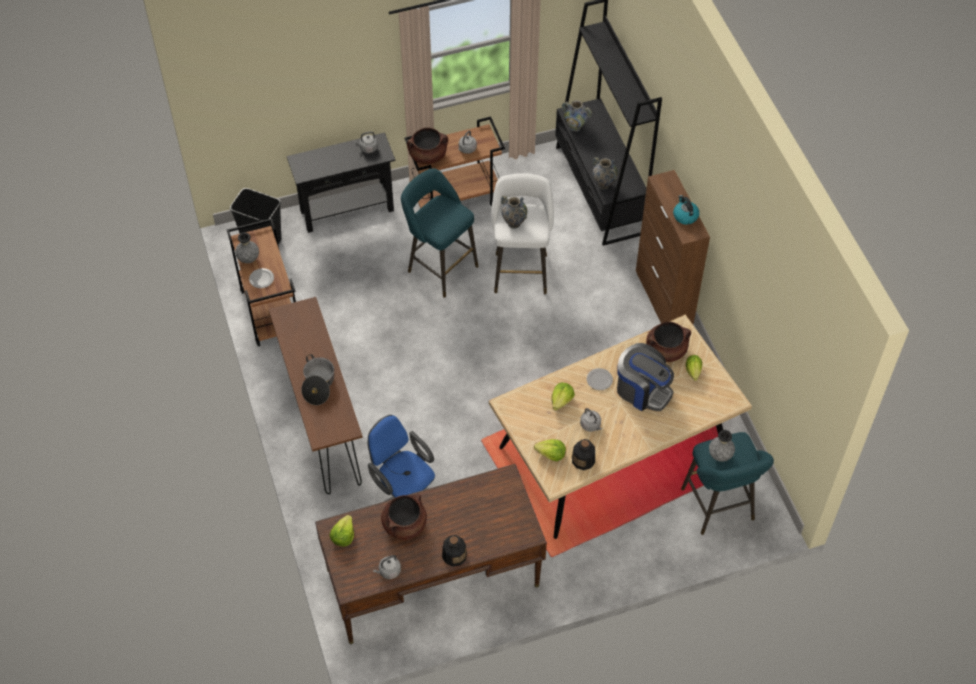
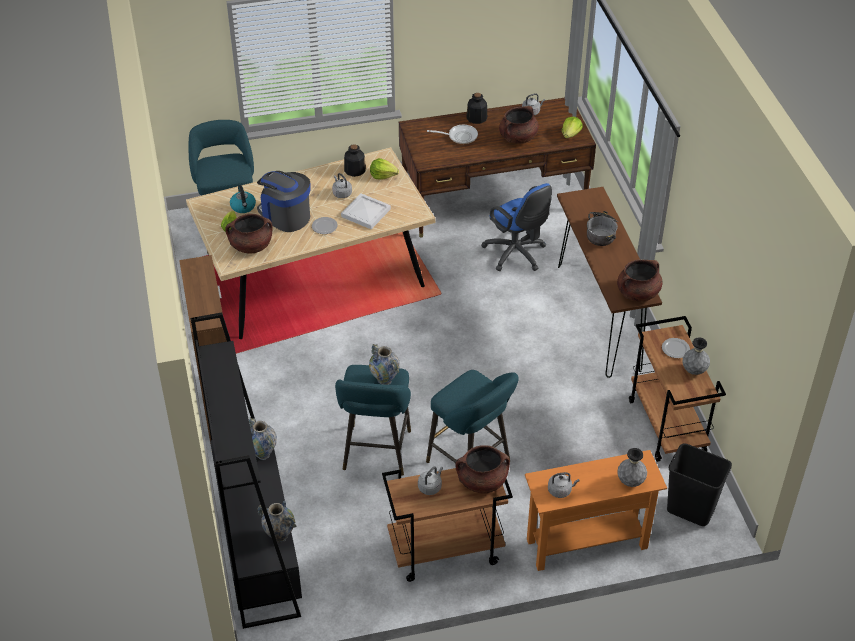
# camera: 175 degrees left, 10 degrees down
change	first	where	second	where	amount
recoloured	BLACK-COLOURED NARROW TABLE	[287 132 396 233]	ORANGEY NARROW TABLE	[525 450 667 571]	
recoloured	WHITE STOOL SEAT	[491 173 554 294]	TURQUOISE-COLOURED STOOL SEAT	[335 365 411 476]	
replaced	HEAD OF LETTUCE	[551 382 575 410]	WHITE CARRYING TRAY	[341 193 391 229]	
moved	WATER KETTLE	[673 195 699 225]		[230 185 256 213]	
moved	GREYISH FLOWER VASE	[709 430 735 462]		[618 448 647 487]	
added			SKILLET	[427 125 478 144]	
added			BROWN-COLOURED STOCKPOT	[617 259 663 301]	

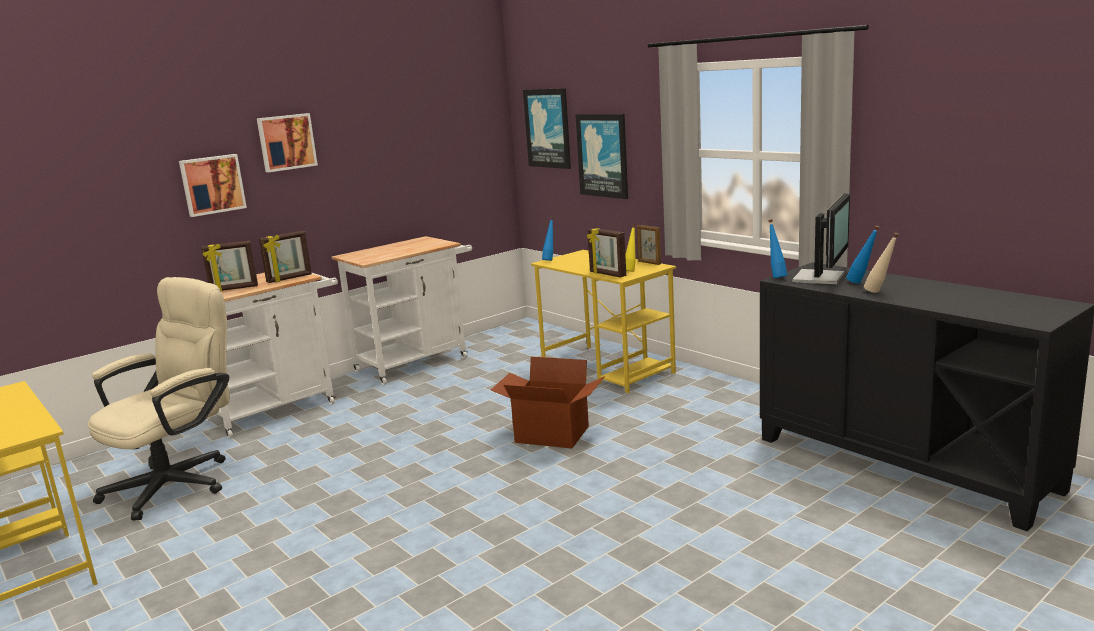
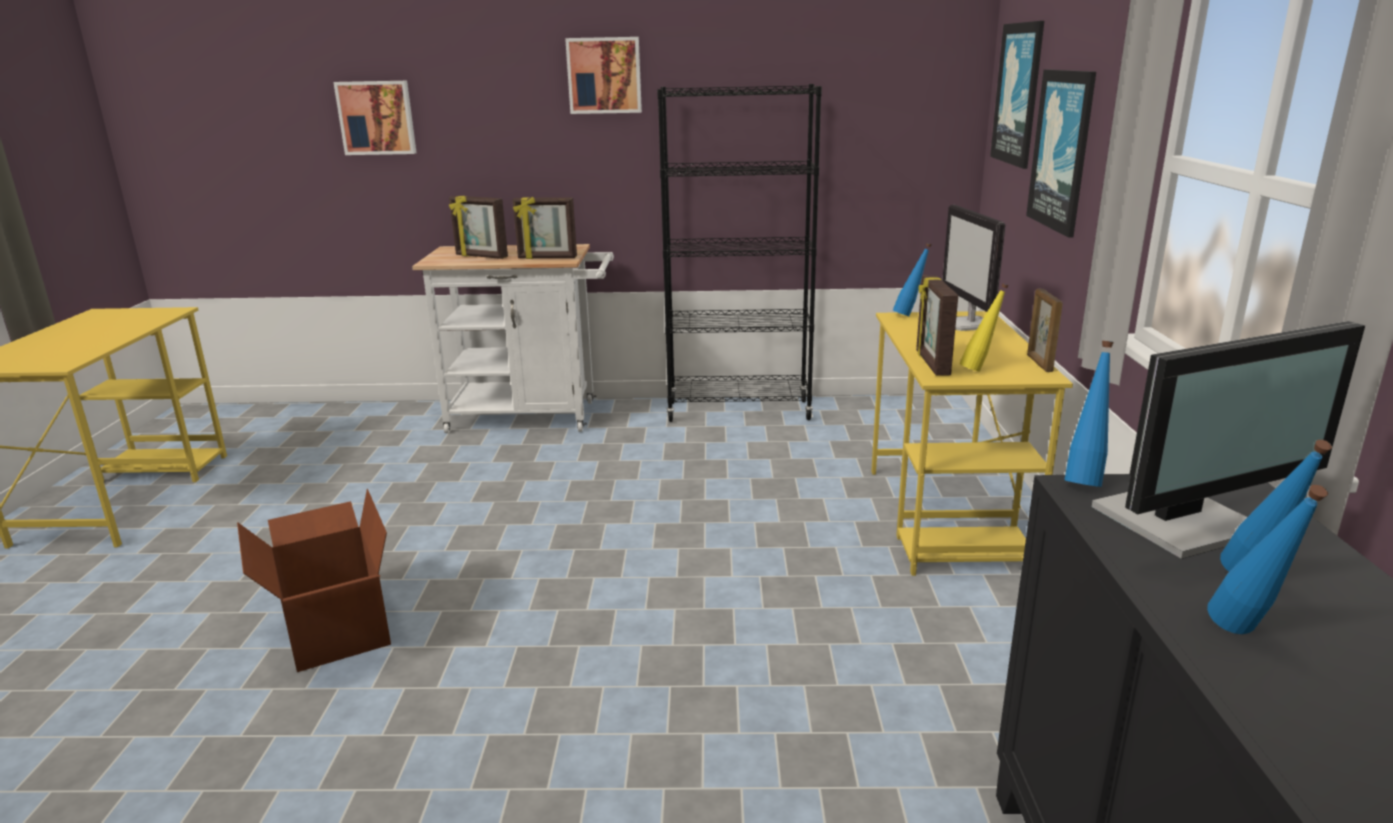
# camera: 40 degrees right, 5 degrees up
change	first	where	second	where	amount
removed	BEIGE COMPUTER CHAIR	[88 277 230 521]			
moved	PICTURE	[179 154 247 217]		[333 81 417 155]	
replaced	WHITE CART	[332 236 472 385]	BLACK-COLOURED BOOKCASE	[657 84 822 422]	
moved	PACKING BOX	[491 357 604 448]		[237 489 391 672]	
recoloured	BEIGE DRINK BOTTLE	[864 233 899 293]	BLUISH DRINK BOTTLE	[1207 485 1328 634]	
added			COMPUTER SCREEN	[942 205 1006 331]	

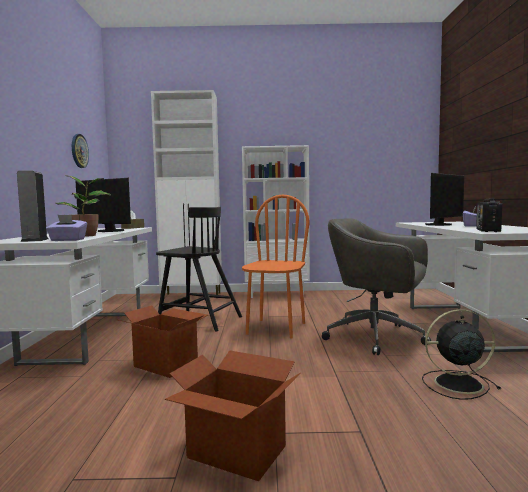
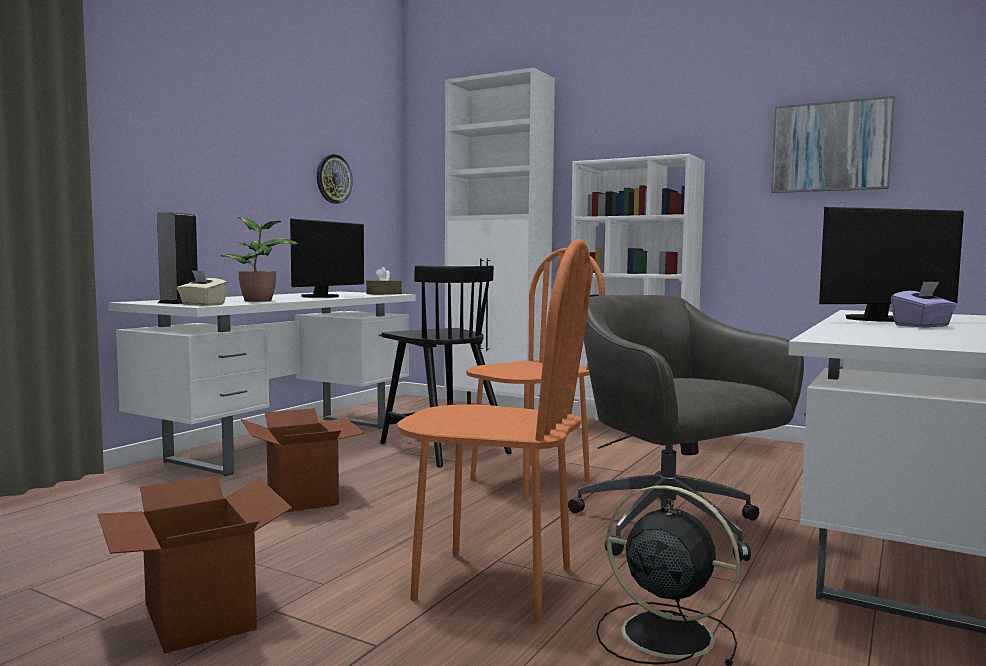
# camera: 30 degrees right, 0 degrees up
change	first	where	second	where	amount
recoloured	PURPLE-COLOURED TISSUE HOLDER	[46 215 87 241]	BEIGE TISSUE HOLDER	[177 270 228 306]	
turned	COMPUTER SCREEN	[75 178 131 232]		[290 218 364 298]	120 degrees counterclockwise
removed	RADIO	[476 198 502 232]			
added			ORANGEY CHAIR	[397 239 591 624]	
added			PICTURE	[771 96 895 193]	

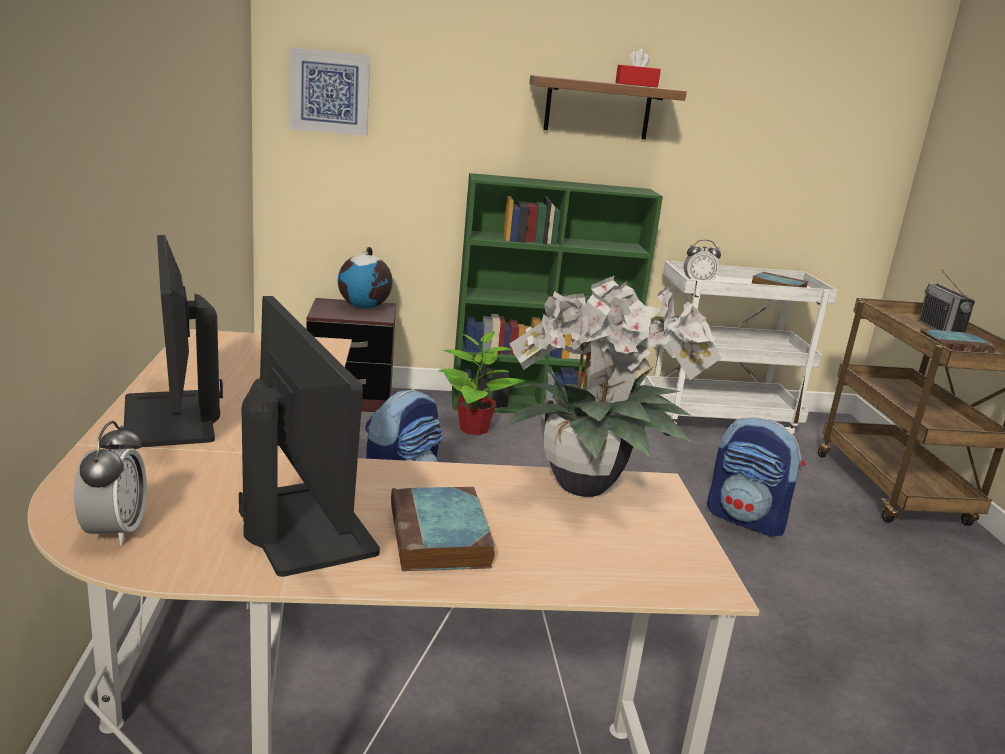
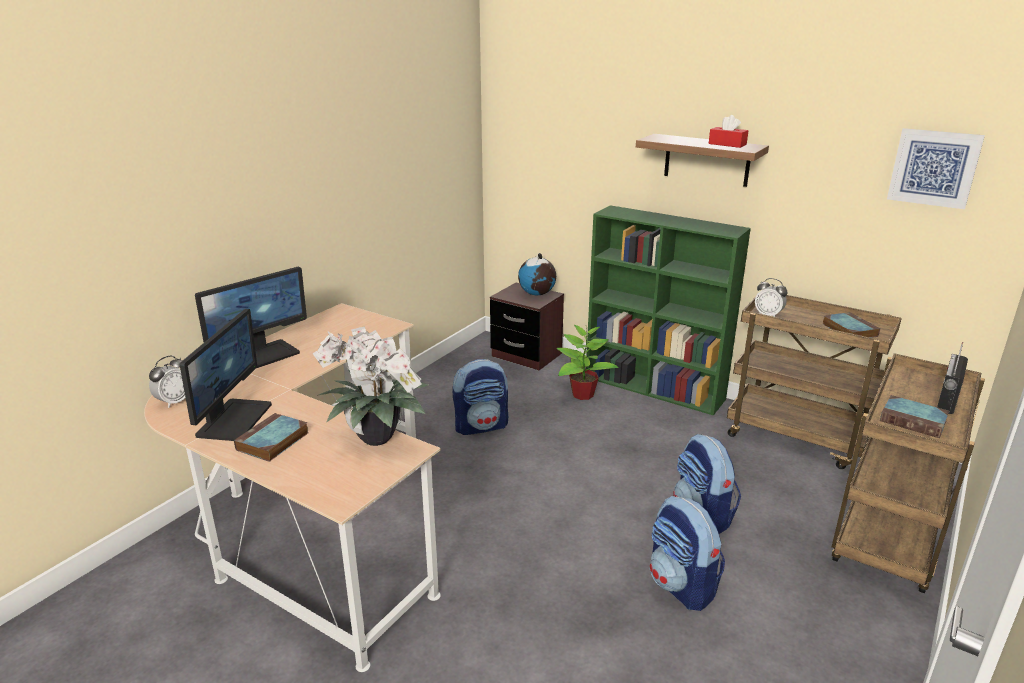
# camera: 40 degrees right, 5 degrees up
change	first	where	second	where	amount
turned	COMPUTER SCREEN	[124 235 223 447]		[195 267 307 368]	150 degrees counterclockwise
moved	PICTURE	[290 47 370 136]		[887 128 985 209]	
recoloured	WHITE CART	[645 261 838 436]	BROWN-COLOURED CART	[727 295 902 469]	
added			RUCKSACK	[650 496 725 611]	

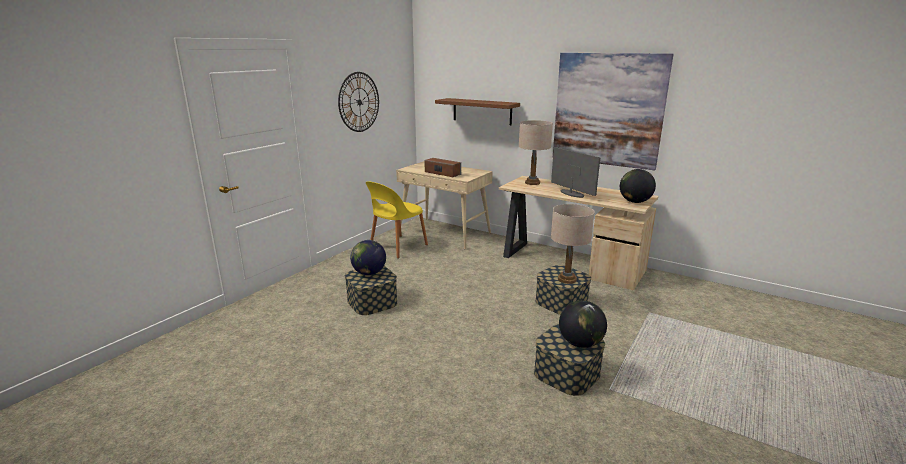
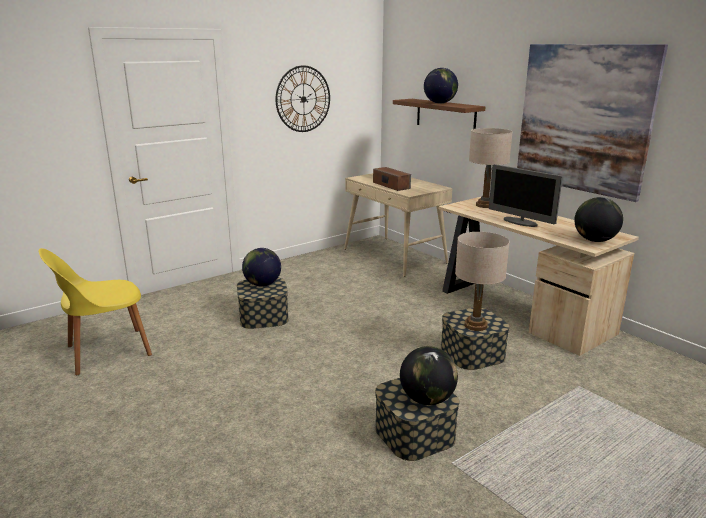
# camera: 20 degrees right, 0 degrees up
change	first	where	second	where	amount
moved	YELLOW CHAIR	[366 181 428 259]		[38 248 152 375]	
turned	COMPUTER SCREEN	[551 147 600 198]		[489 164 563 227]	150 degrees clockwise
added			GLOBE	[424 68 458 104]	

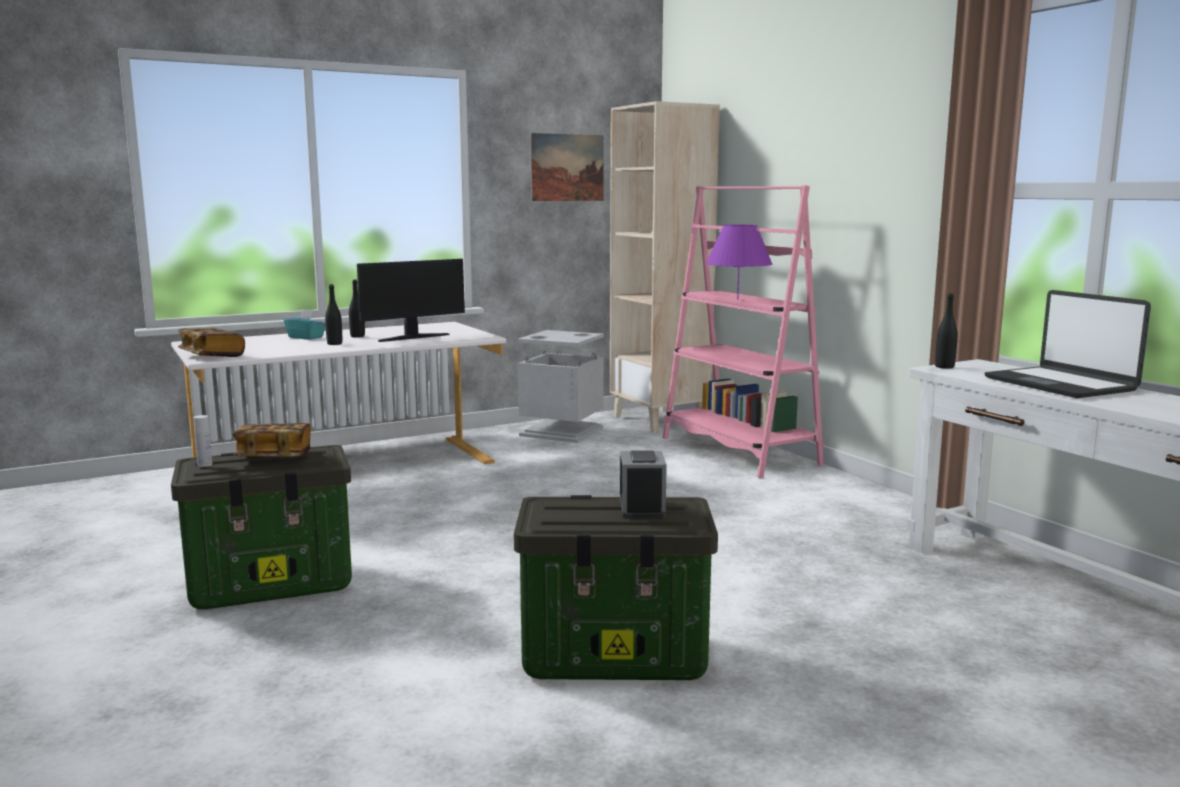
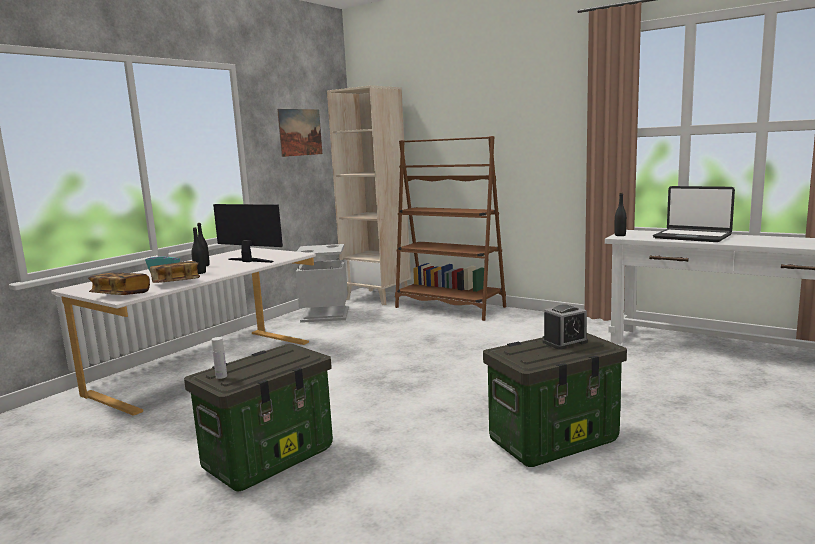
# camera: 25 degrees left, 0 degrees up
change	first	where	second	where	amount
moved	BOUND BOOK	[232 423 311 457]		[150 261 200 283]	
turned	COMPUTER SCREEN	[357 259 465 342]		[213 204 283 263]	90 degrees counterclockwise
turned	BEDSIDE CLOCK	[620 450 667 519]		[543 304 588 350]	90 degrees clockwise
recoloured	PINK BOOKCASE	[662 185 824 478]	BROWN-COLOURED BOOKCASE	[395 136 506 321]	
removed	PURPLE-COLOURED TABLETOP LAMP	[706 225 773 300]			

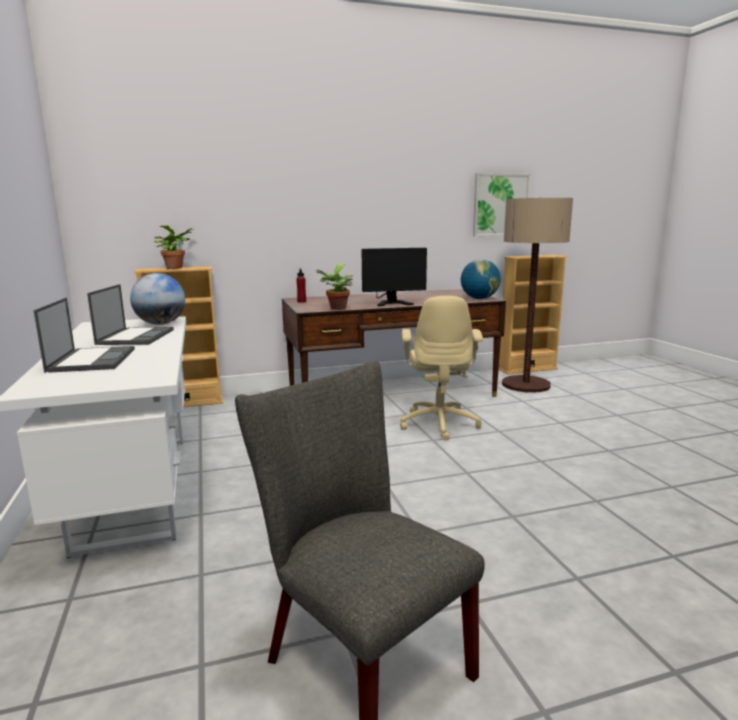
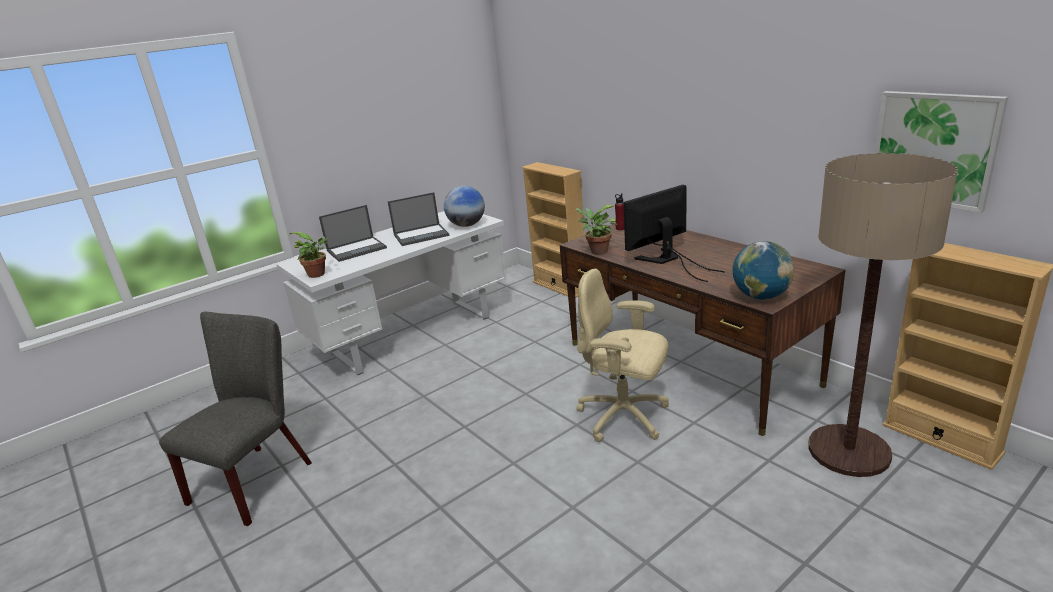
# camera: 70 degrees right, 10 degrees up
change	first	where	second	where	amount
moved	POTTED PLANT	[154 226 193 269]		[290 232 329 278]	
turned	COMPUTER SCREEN	[362 248 427 306]		[624 185 725 282]	90 degrees clockwise
turned	BEIGE COMPUTER CHAIR	[400 296 483 440]		[577 269 669 442]	45 degrees clockwise

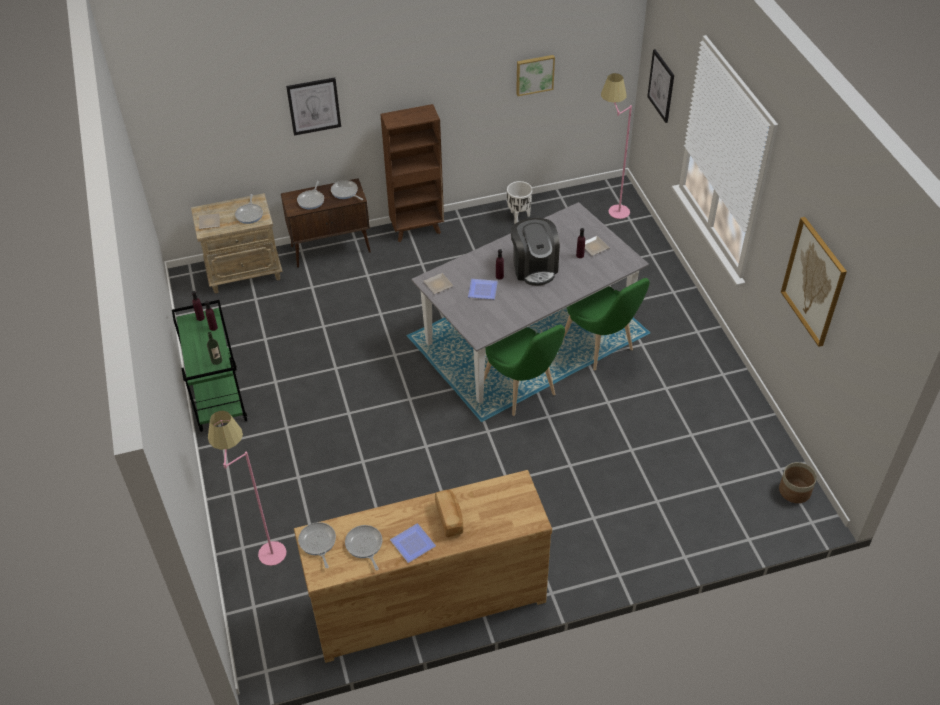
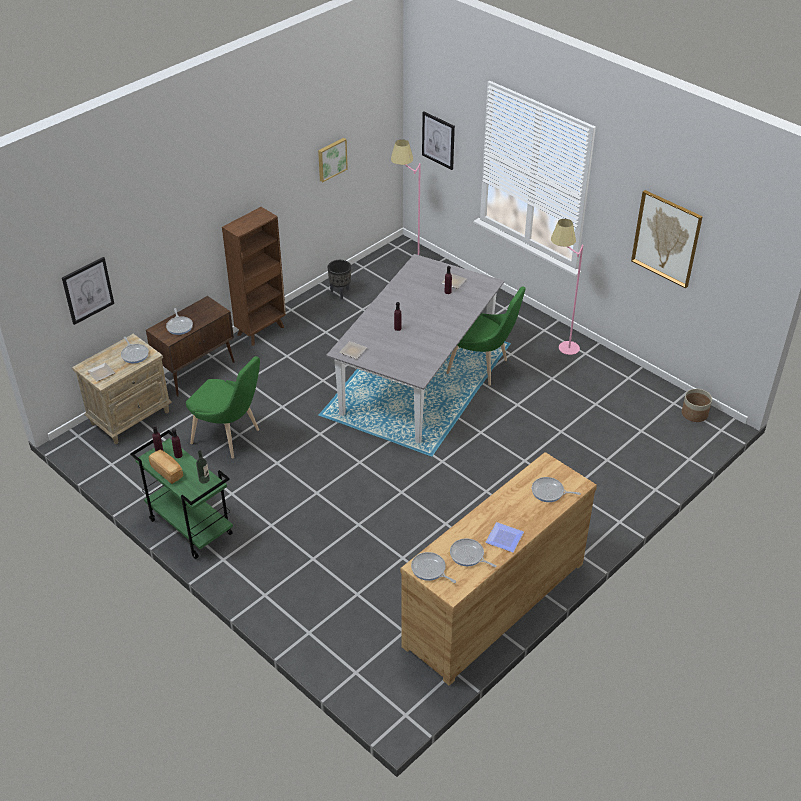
# camera: 30 degrees left, 5 degrees down
change	first	where	second	where	amount
moved	PINK STANDING LAMP	[208 411 287 566]		[551 219 583 355]	
moved	PICTURE	[286 78 341 136]		[62 257 114 325]	
moved	SKILLET	[331 180 363 200]		[532 477 581 502]	
moved	BAKED BREAD	[435 489 463 537]		[149 450 183 484]	
removed	DINNER PLATE	[468 279 498 299]			
moved	GREENISH CHAIR	[484 324 565 416]		[186 356 260 459]	
recoloured	WHITE PLANTER	[507 181 532 224]	BLACK-COLOURED PLANTER	[328 260 351 299]	
removed	COFFEE BREWER	[511 218 560 286]			

